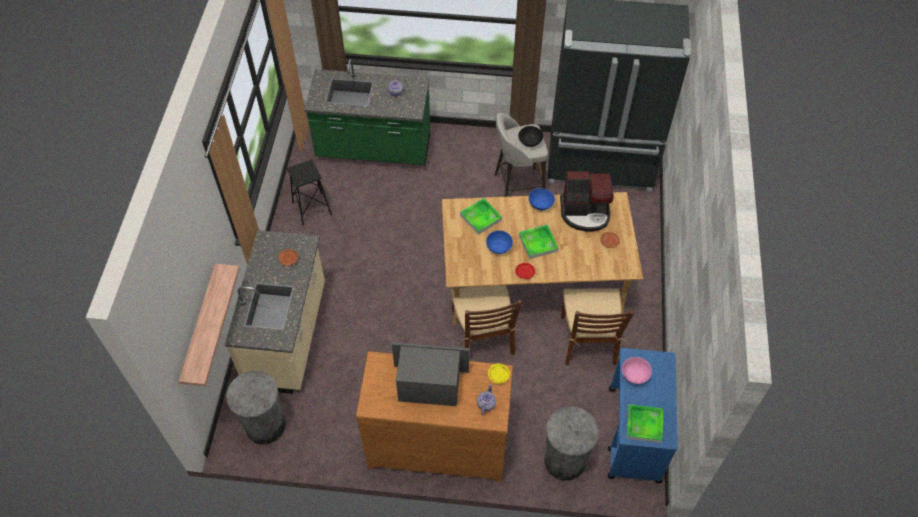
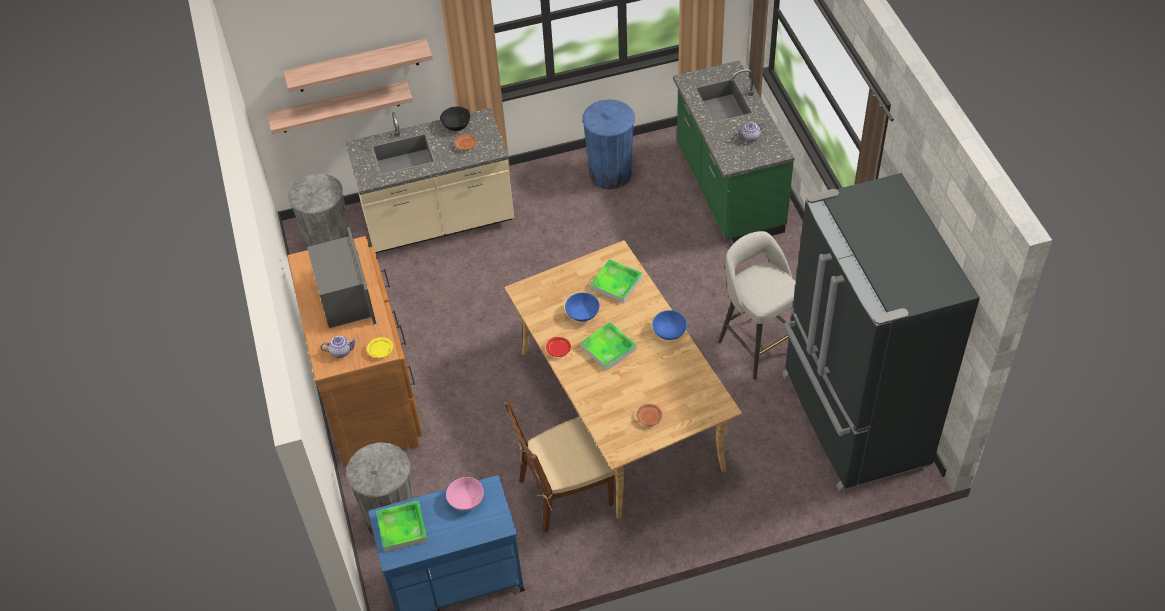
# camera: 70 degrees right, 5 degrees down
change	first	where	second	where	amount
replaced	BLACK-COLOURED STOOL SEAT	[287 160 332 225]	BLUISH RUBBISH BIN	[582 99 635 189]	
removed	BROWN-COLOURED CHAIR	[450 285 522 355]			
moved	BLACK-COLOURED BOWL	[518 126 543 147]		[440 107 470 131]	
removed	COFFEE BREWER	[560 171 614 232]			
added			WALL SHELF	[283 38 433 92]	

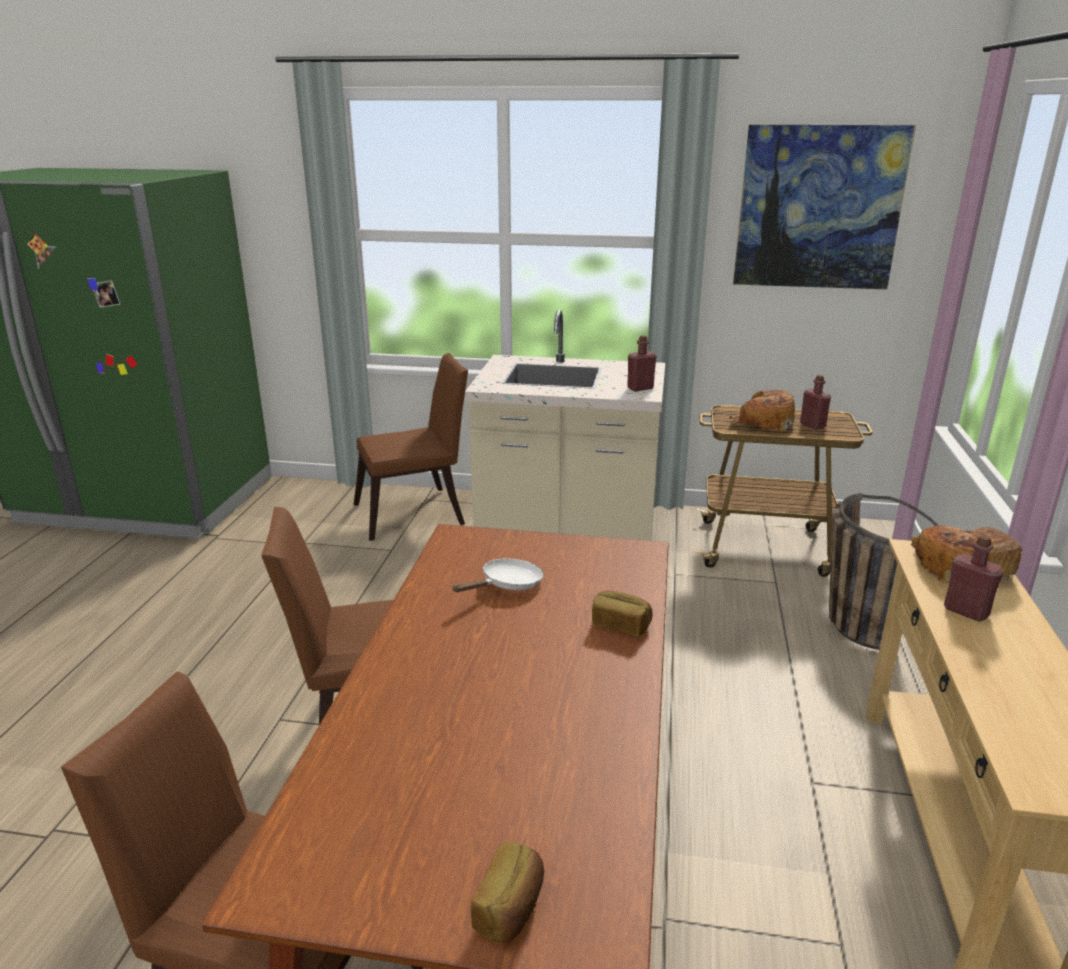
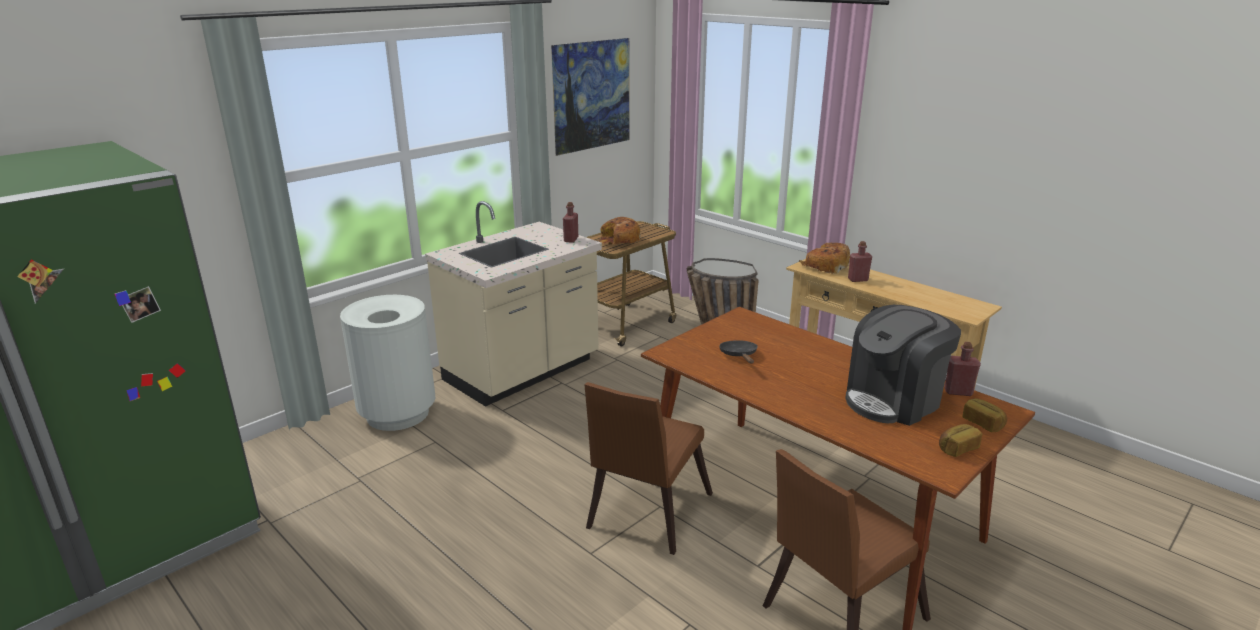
# camera: 55 degrees left, 0 degrees up
change	first	where	second	where	amount
replaced	BROWN-COLOURED CHAIR	[353 353 468 541]	WHITE RUBBISH BIN	[340 295 435 431]	
recoloured	WHITE SKILLET	[453 559 544 592]	BLACK-COLOURED SKILLET	[719 340 758 364]	
moved	BAKED BREAD	[592 591 653 637]		[939 424 982 457]	
moved	REDDISH DRINK BOTTLE	[800 375 831 430]		[944 342 981 396]	
added			COFFEE BREWER	[845 305 961 426]	

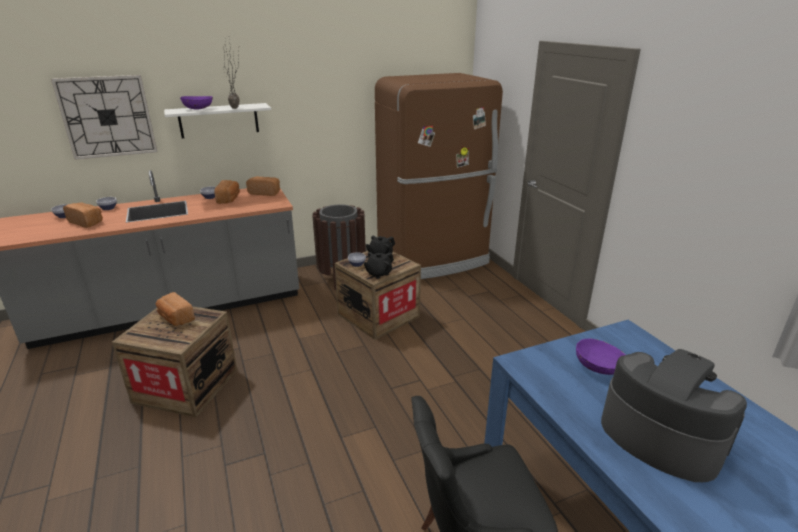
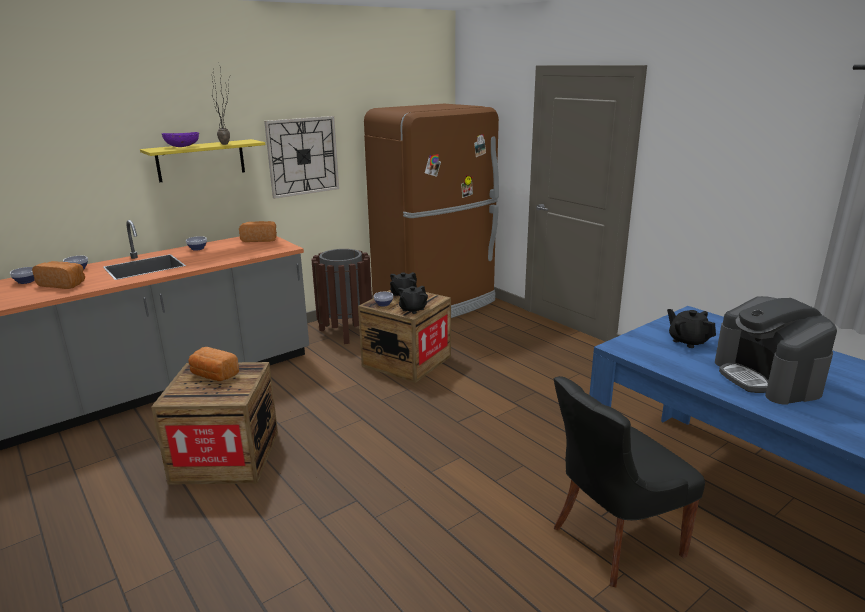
# camera: 15 degrees left, 5 degrees down
change	first	where	second	where	amount
moved	CLOCK ON THE WALL	[51 75 158 160]		[264 116 339 199]	
recoloured	WHITE WALL SHELF	[164 103 271 138]	YELLOW WALL SHELF	[140 139 265 182]	
removed	BAKED BREAD	[214 180 240 204]			
replaced	PURPLE-COLOURED BOWL	[576 338 625 375]	BLACK-COLOURED TEA POT	[667 309 716 348]	
turned	COFFEE BREWER	[601 349 747 482]		[715 296 837 404]	135 degrees counterclockwise

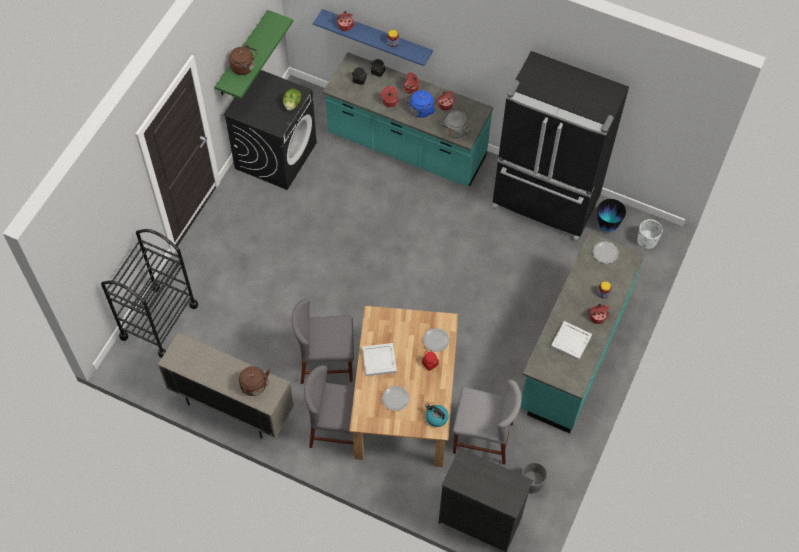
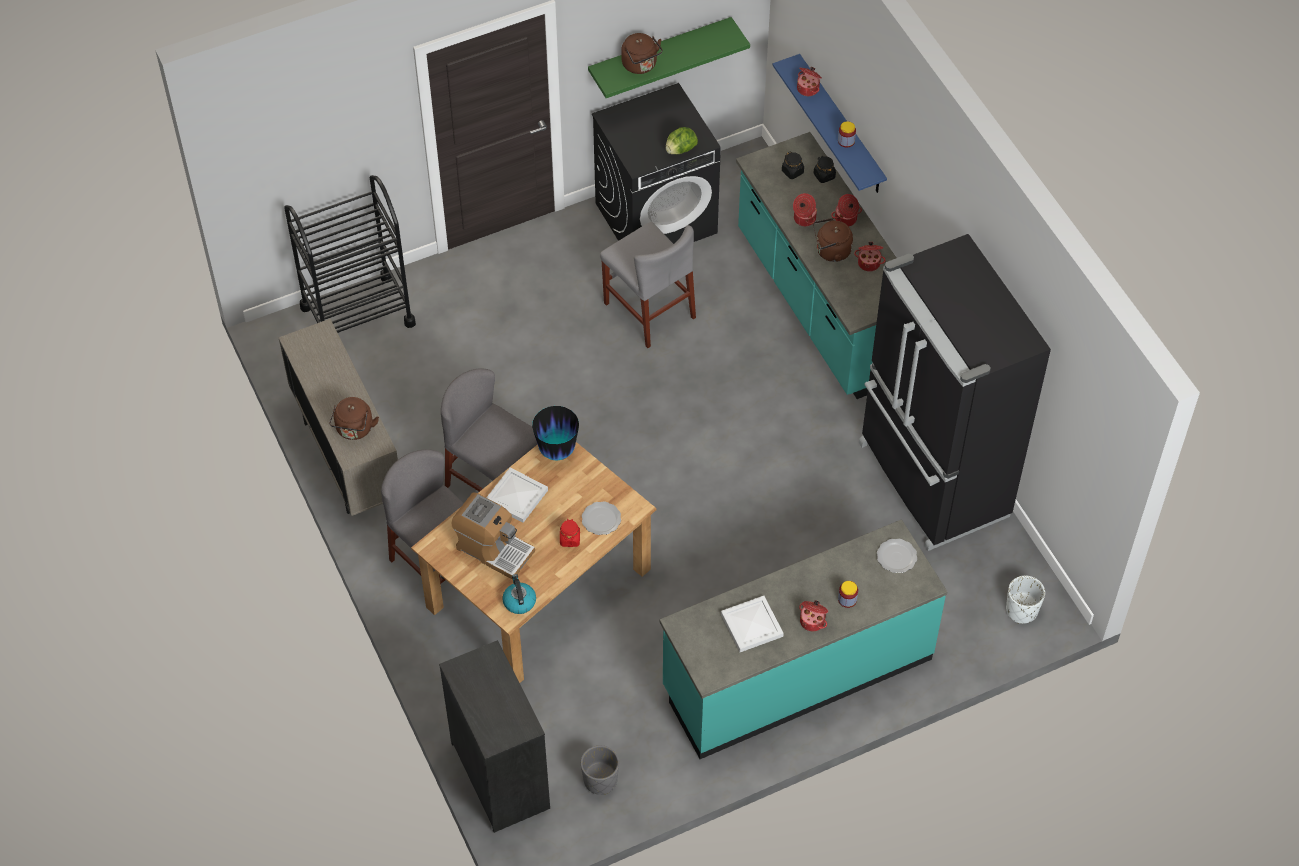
# camera: 40 degrees right, 5 degrees down
change	first	where	second	where	amount
replaced	DINNER PLATE	[382 386 410 411]	COFFEE BREWER	[452 492 535 580]	
recoloured	BLUISH WATER KETTLE	[406 90 435 118]	BROWN-COLOURED WATER KETTLE	[813 218 853 262]	
removed	GREYISH WATER KETTLE	[441 111 471 138]			
moved	GREYISH CHAIR	[453 380 522 465]		[600 222 696 348]	
moved	FLOWER VASE	[597 199 626 232]		[532 406 579 460]	

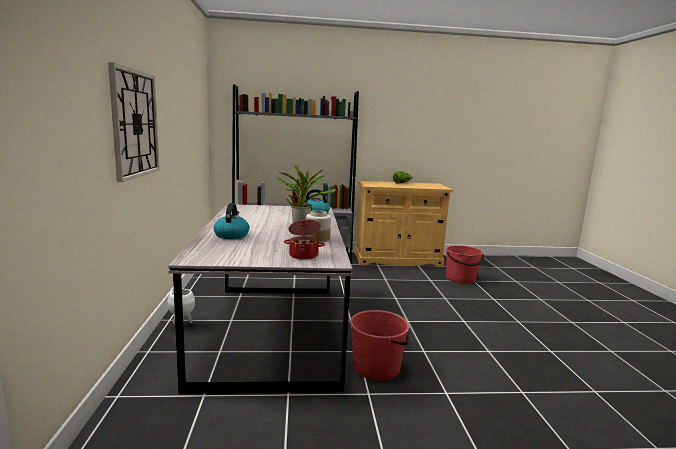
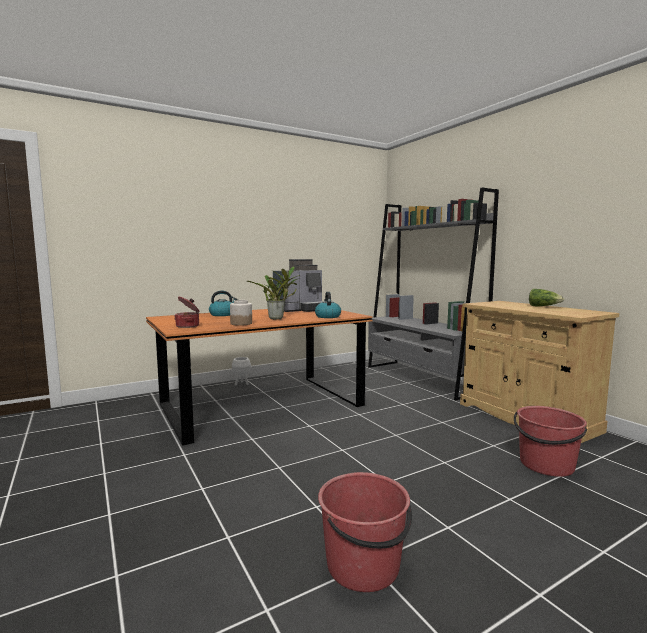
# camera: 65 degrees right, 5 degrees down
change	first	where	second	where	amount
removed	CLOCK ON THE WALL	[108 62 160 182]			
recoloured	GREYISH DINNER TABLE	[168 204 353 394]	ORANGEY DINNER TABLE	[146 309 373 446]	
moved	REDDISH BUCKET	[350 310 410 381]		[318 472 412 592]	
added			COFFEE BREWER	[273 259 324 312]	

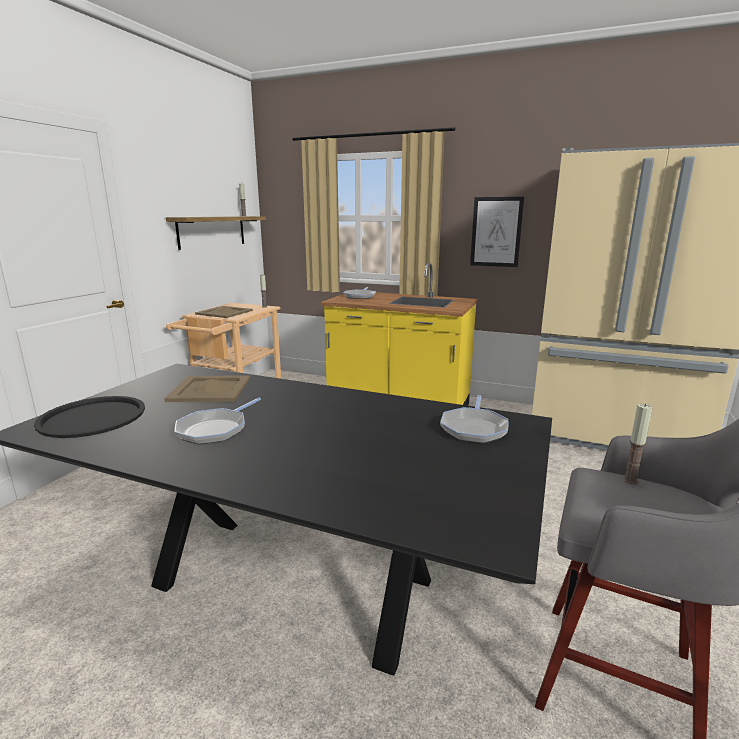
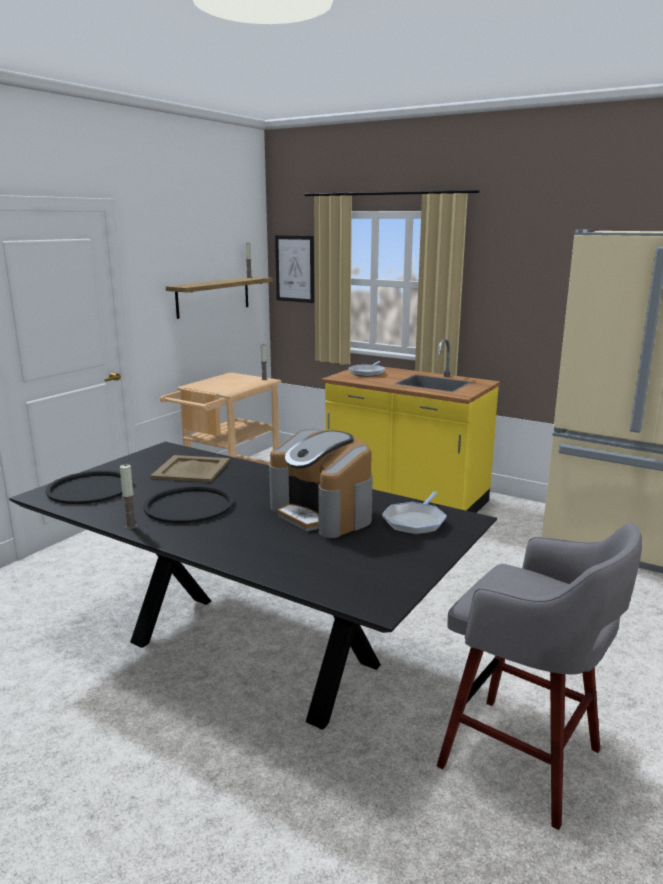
# camera: 10 degrees right, 0 degrees up
change	first	where	second	where	amount
replaced	SKILLET	[175 398 261 445]	BLACK-COLOURED CARRYING TRAY	[143 486 234 523]	
removed	BEIGE CARRYING TRAY	[195 306 253 318]			
moved	PICTURE	[470 197 524 267]		[275 235 314 303]	
moved	WAX CANDLE	[623 404 653 484]		[120 464 137 529]	
added			COFFEE BREWER	[269 429 373 538]	

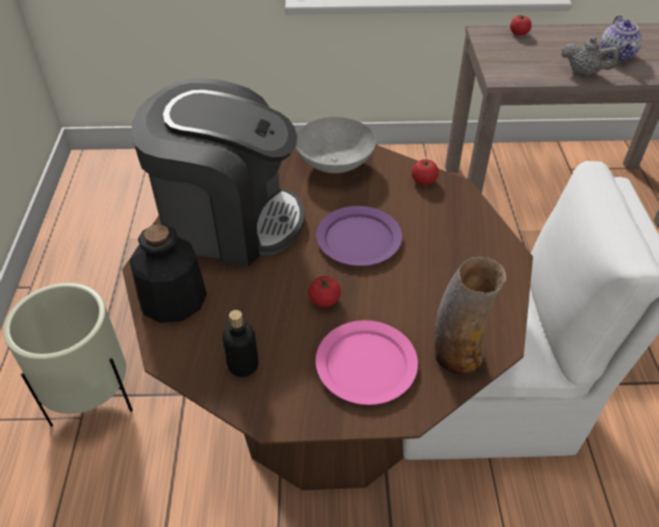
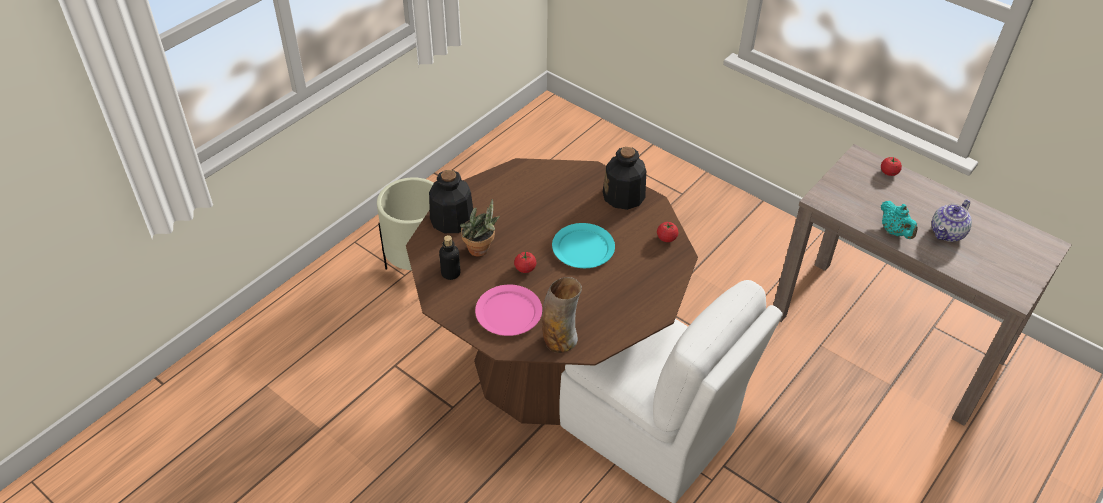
# camera: 40 degrees right, 0 degrees up
change	first	where	second	where	amount
removed	COFFEE BREWER	[132 78 305 266]			
replaced	GREYISH BOWL	[296 117 376 173]	DRINK BOTTLE	[603 147 646 210]	
recoloured	PURPLE-COLOURED DINNER PLATE	[316 206 403 266]	TURQUOISE-COLOURED DINNER PLATE	[552 223 615 268]	
recoloured	GREYISH TEA POT	[562 37 619 76]	TURQUOISE-COLOURED TEA POT	[881 201 918 239]	
added			POTTED PLANT	[460 199 500 257]	

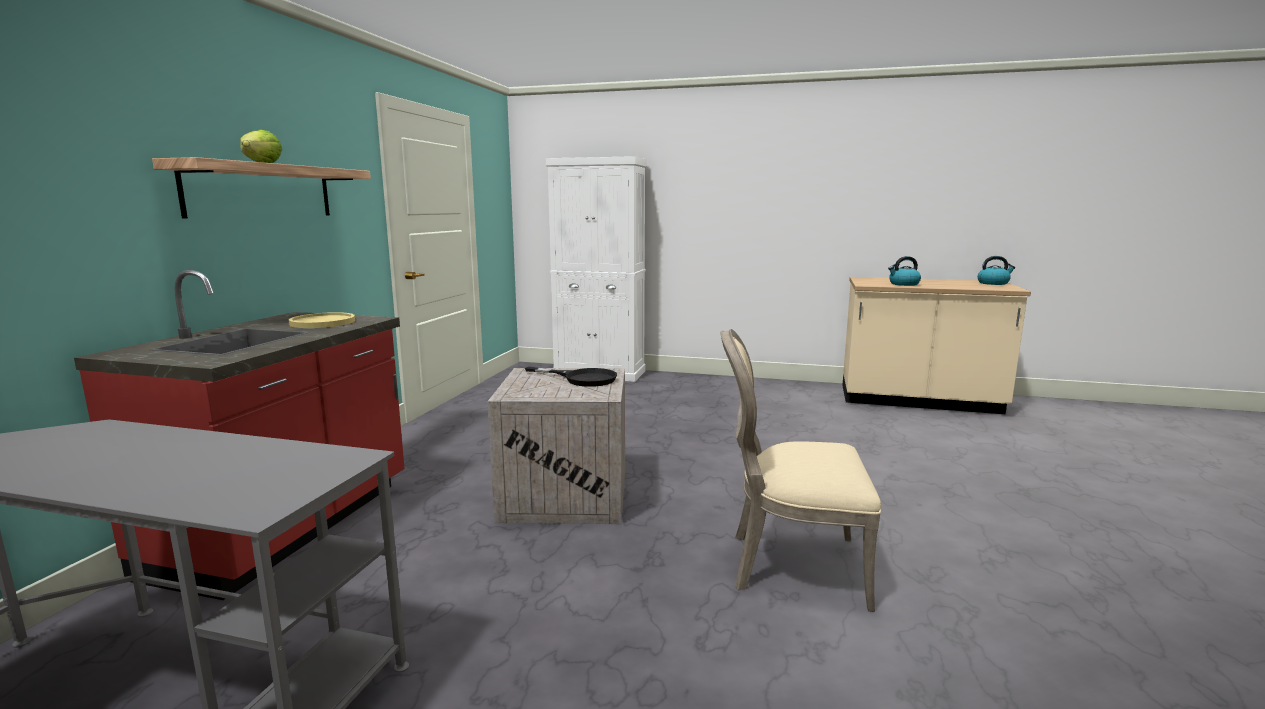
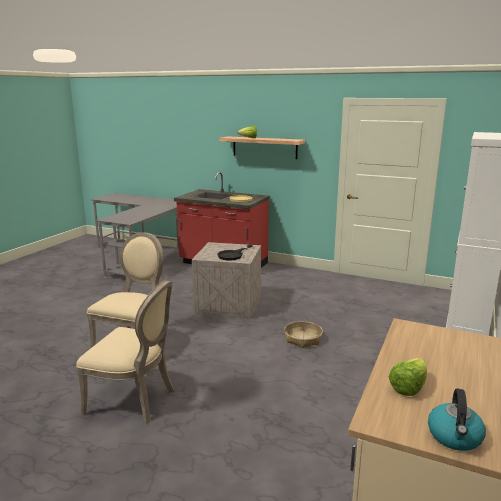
# camera: 100 degrees right, 5 degrees up
change	first	where	second	where	amount
removed	WATER KETTLE	[888 256 921 286]			
added			BEIGE CHAIR	[76 280 174 424]	
added			BASKET	[284 321 323 348]	
added			HEAD OF LETTUCE	[389 358 427 396]	

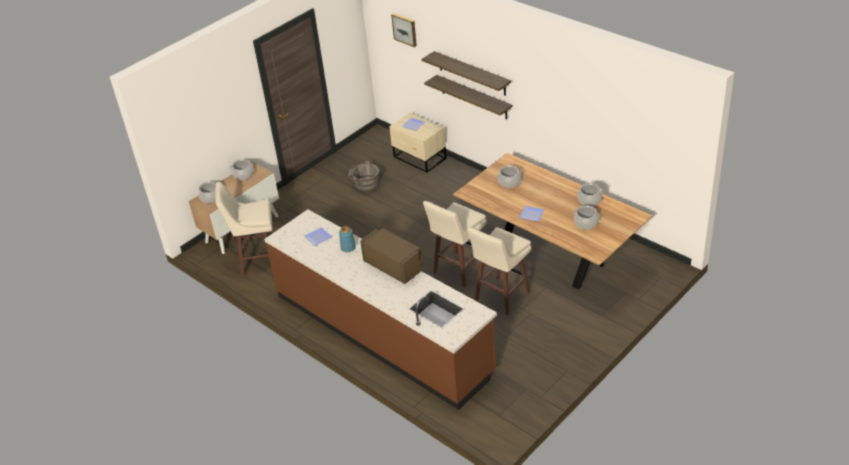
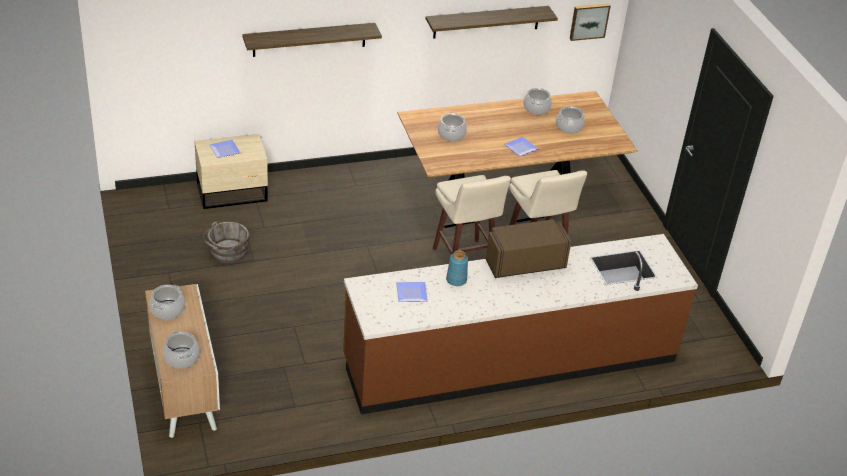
# camera: 65 degrees left, 0 degrees up
change	first	where	second	where	amount
removed	BEIGE STOOL SEAT	[215 182 272 277]			
moved	PICTURE	[391 13 417 47]		[570 3 611 41]	
moved	WALL SHELF	[424 75 513 119]		[425 6 558 39]	

